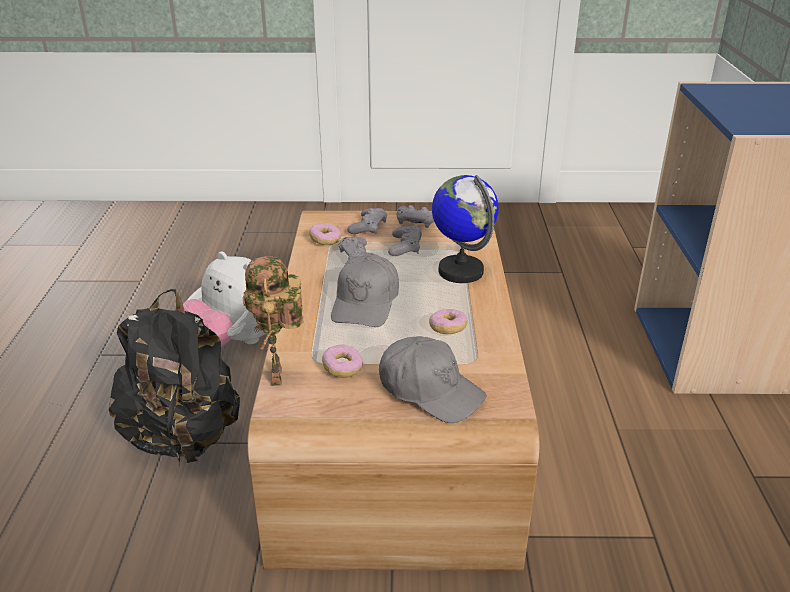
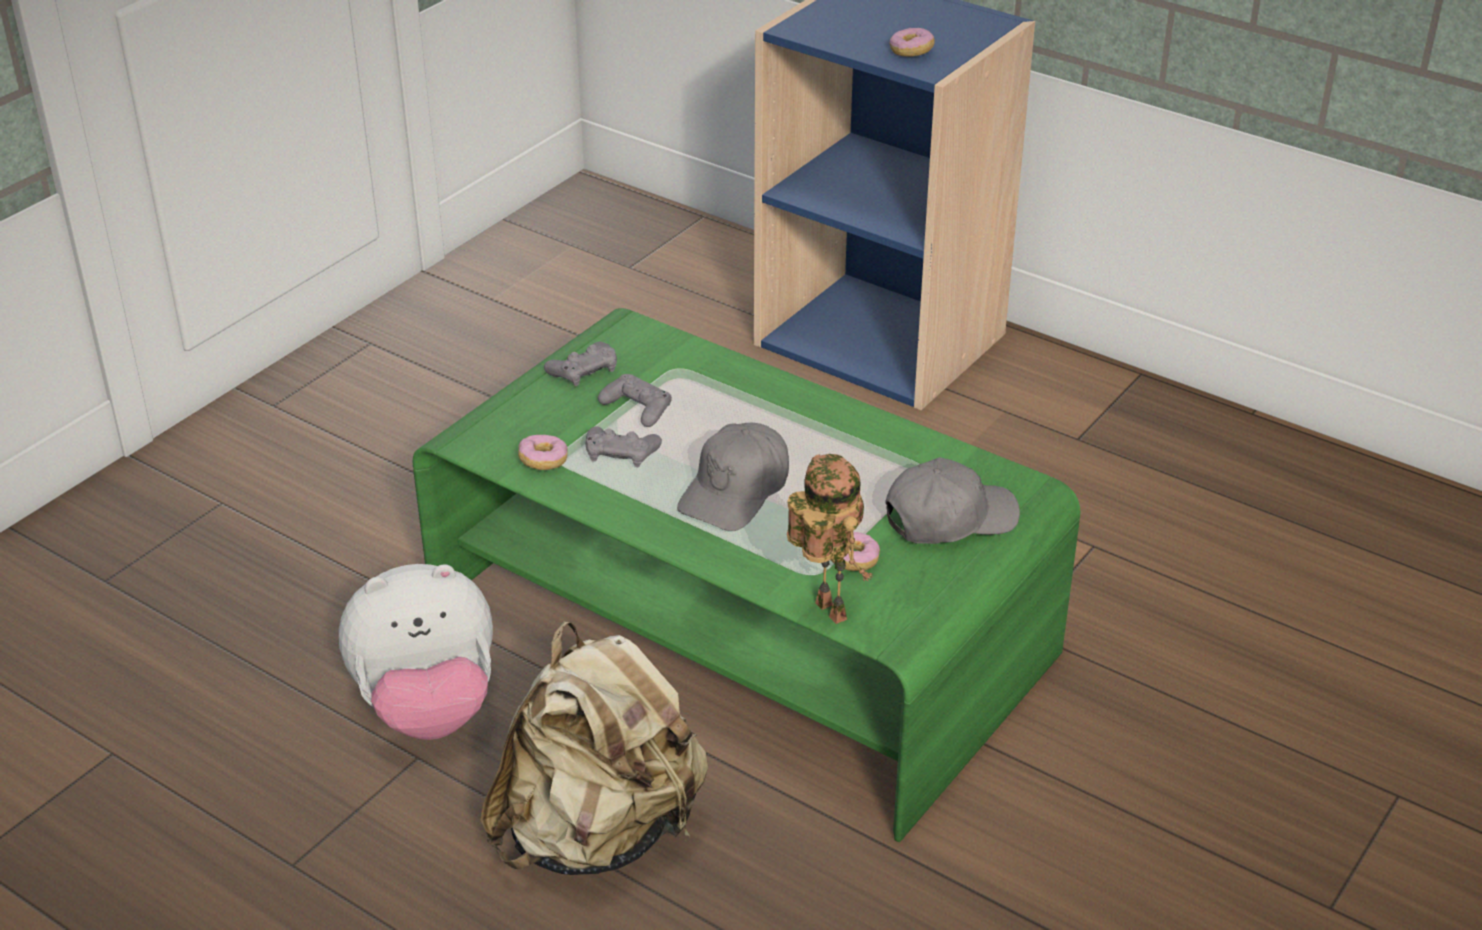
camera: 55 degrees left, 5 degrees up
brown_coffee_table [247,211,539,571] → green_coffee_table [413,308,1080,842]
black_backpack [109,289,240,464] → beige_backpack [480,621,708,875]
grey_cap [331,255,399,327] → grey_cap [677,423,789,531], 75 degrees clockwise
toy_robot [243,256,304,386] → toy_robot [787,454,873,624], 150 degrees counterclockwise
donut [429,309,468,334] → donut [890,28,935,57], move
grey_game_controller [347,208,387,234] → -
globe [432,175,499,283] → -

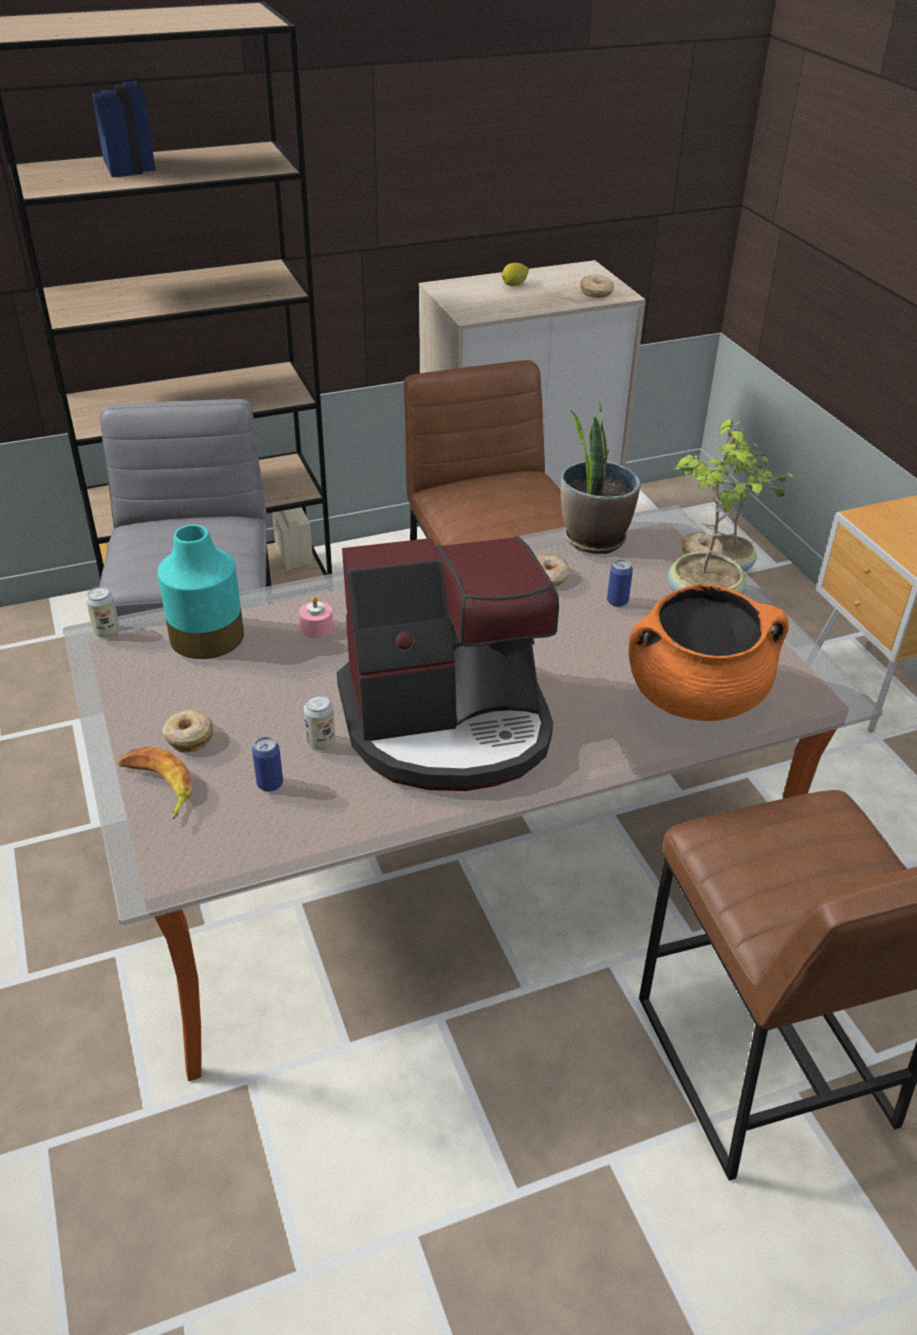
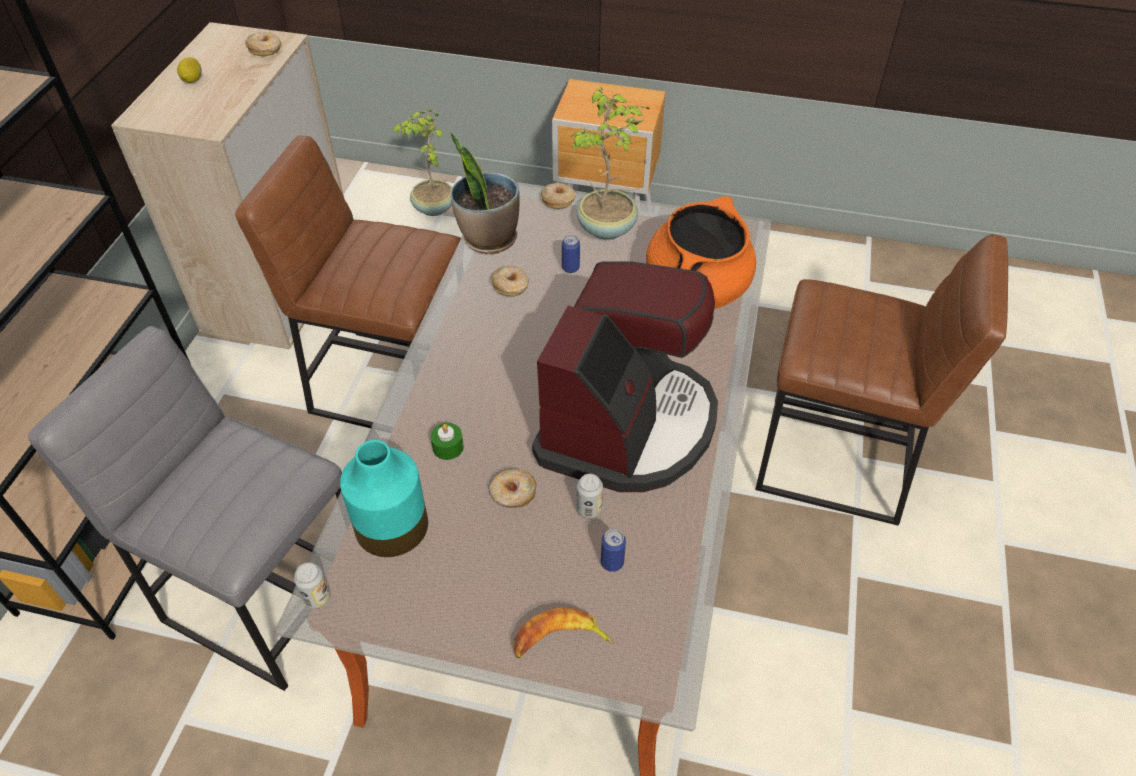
camera: 55 degrees left, 10 degrees up
pink_candle [299,596,333,638] → green_candle [431,423,464,460]
donut [162,710,213,753] → donut [490,469,537,508], move

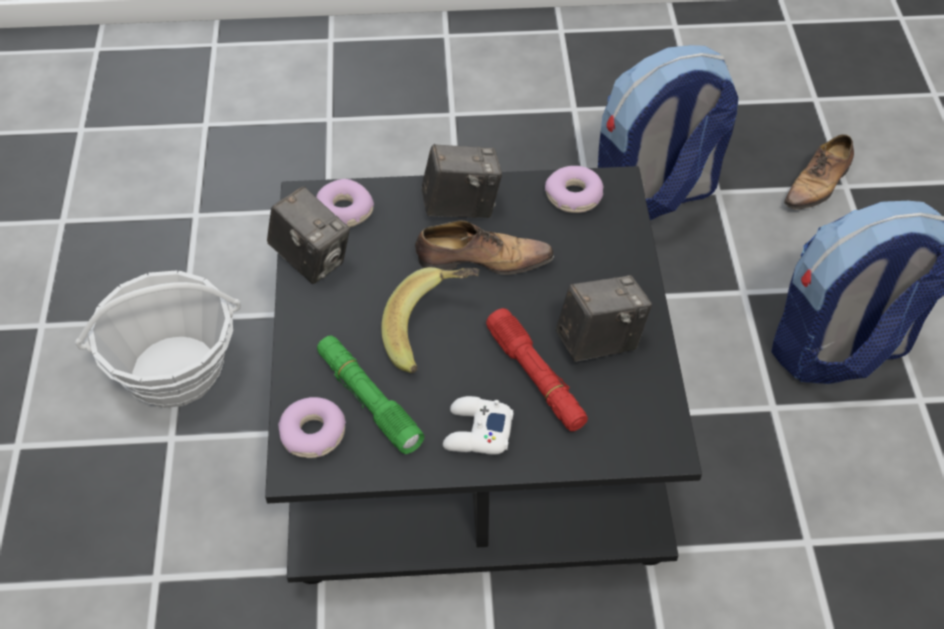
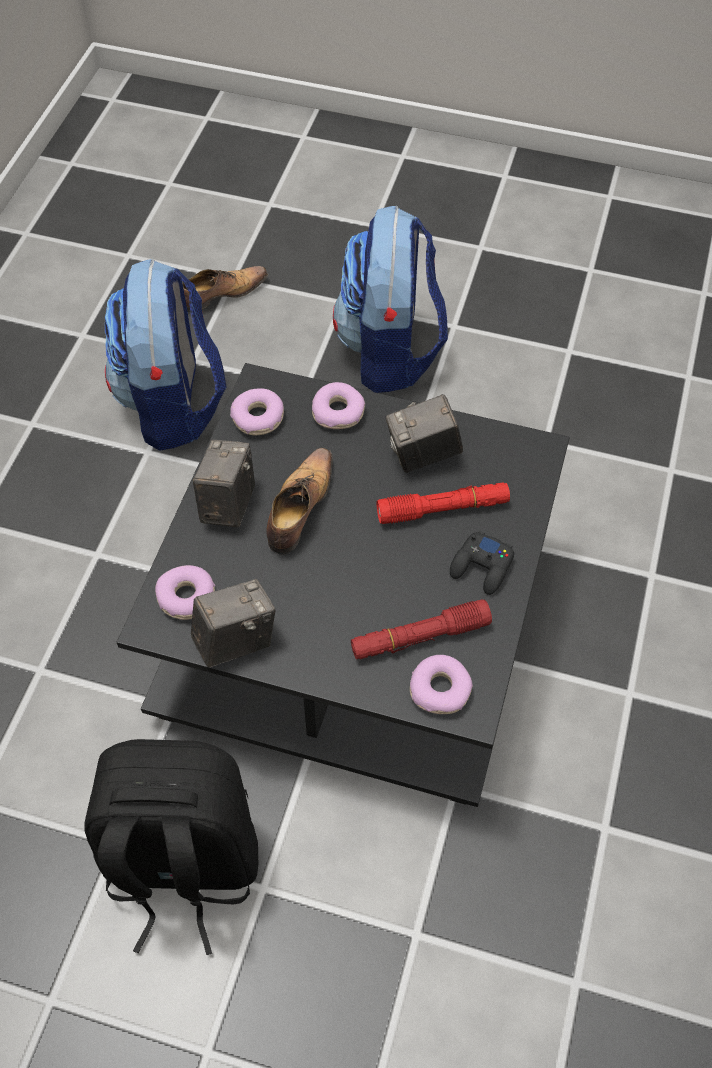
camera: 70 degrees left, 5 degrees up
basket [75,270,241,408] → black_backpack [85,739,258,955]
shoe [784,135,854,210] → shoe [183,266,268,312], 90 degrees counterclockwise
- → donut [312,382,365,429]
green_flashlight [317,335,424,454] → red_flashlight [351,599,492,659]
photo_camera [556,275,652,362] → photo_camera [386,394,463,473], 105 degrees counterclockwise
white_game_controller [443,396,513,454] → black_game_controller [450,531,514,595]
banana [381,267,479,373] → -

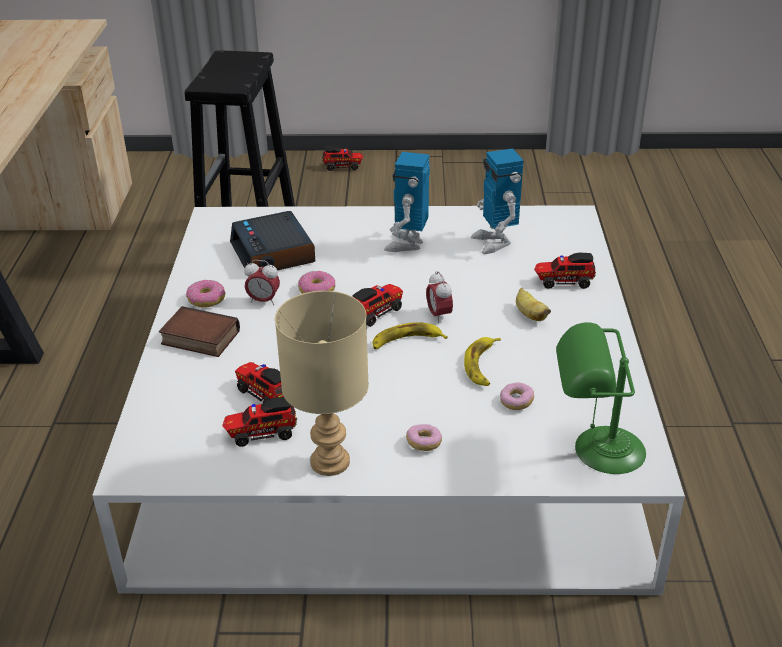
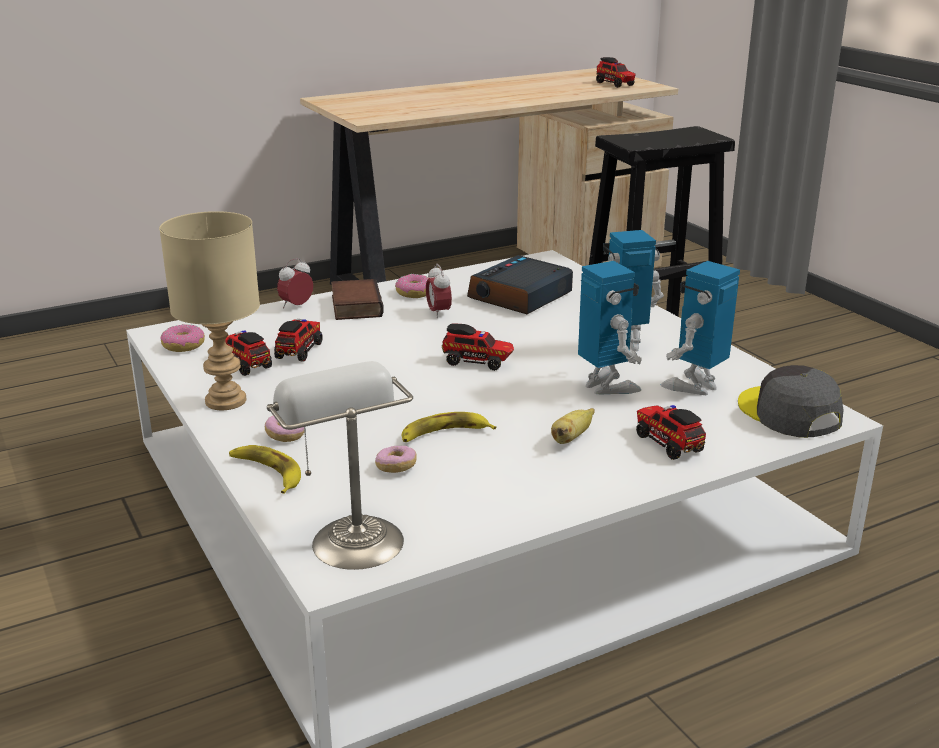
camera: 60 degrees right, 10 degrees down
donut [298,271,335,294] → donut [161,324,205,352], move
banana [373,322,448,349] → banana [229,445,301,494], move
green_table_lamp [556,322,646,474] → white_table_lamp [267,361,413,570]
alarm_clock [426,271,453,324] → alarm_clock [277,258,313,308], move
- → toy_robot [578,261,642,394]
toy_truck [322,146,364,171] → toy_truck [596,57,636,88], move
- → grey_cap [738,365,843,438]

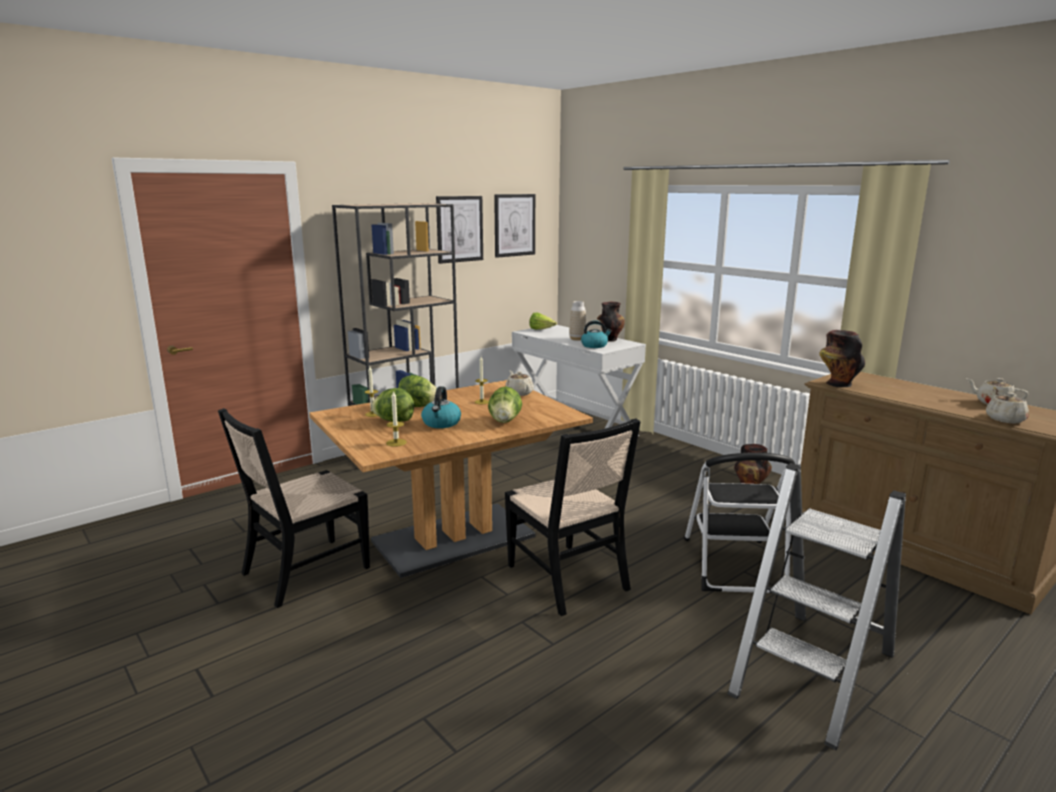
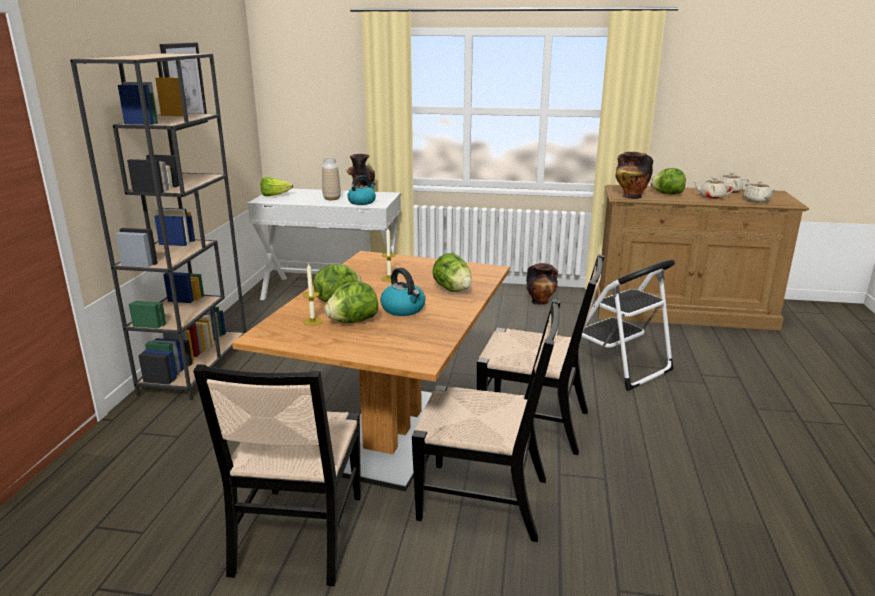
camera: 40 degrees left, 5 degrees up
- → chair [412,299,561,542]
- → lettuce [650,168,686,194]
beige_teapot [505,371,534,396] → beige_teapot [692,178,734,199], move
candle [386,390,407,447] → -
picture [494,194,535,258] → -
grey_step_ladder [727,463,906,750] → -

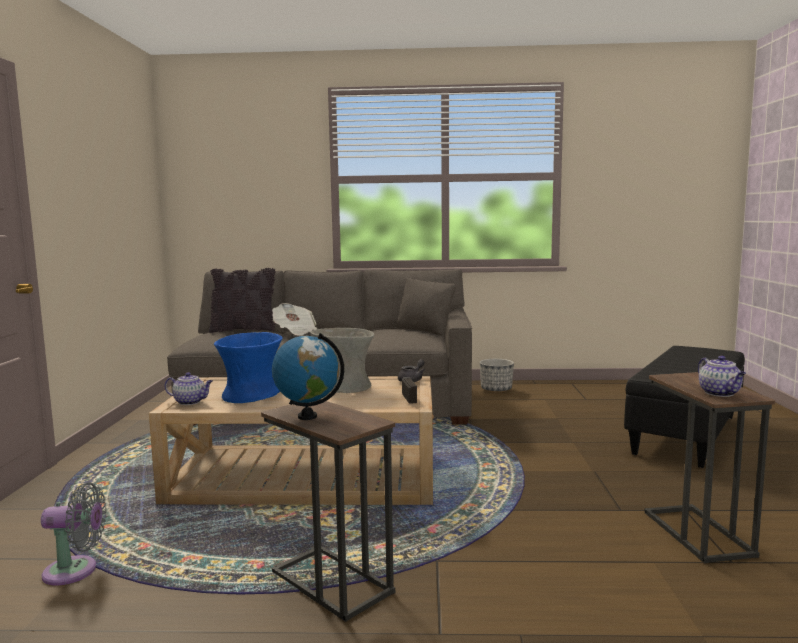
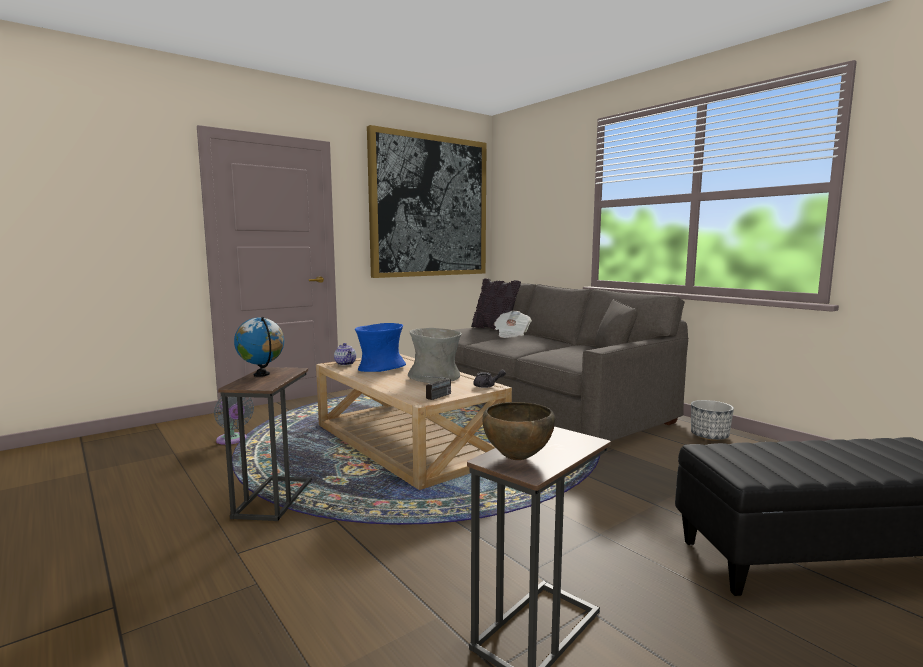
camera: 50 degrees right, 0 degrees up
- → picture [367,125,487,278]
teapot [698,356,746,397] → brown_bowl [483,402,555,460]

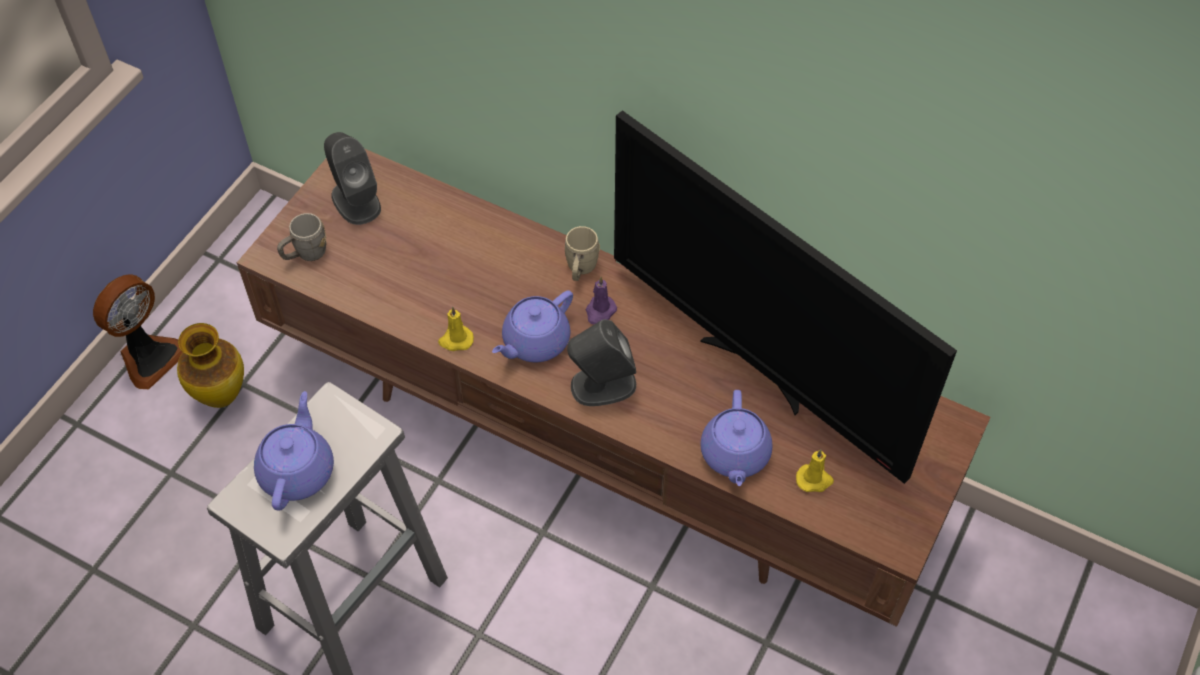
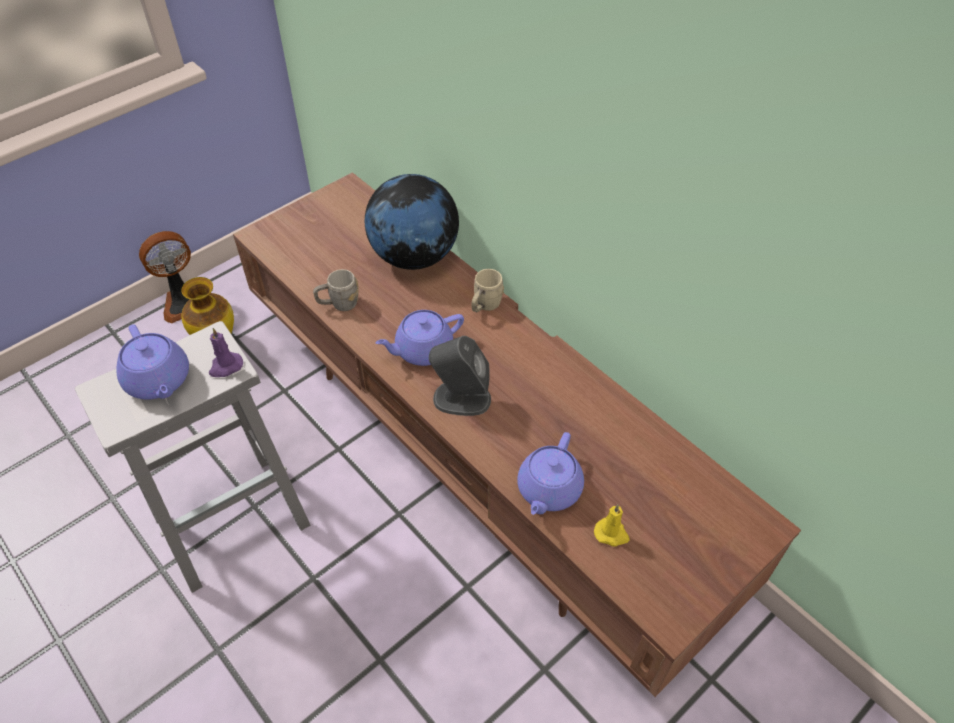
camera: 20 degrees right, 5 degrees down
purple_teapot [254,391,334,511] → purple_teapot [116,324,189,399], 120 degrees clockwise
purple_candle [586,277,617,324] → purple_candle [209,328,243,377], move
grey_mug [277,213,327,261] → grey_mug [313,269,359,311], move
- → globe [365,174,459,270]
grey_speaker [324,132,381,225] → -
yellow_candle [438,307,474,351] → -
television [614,110,957,484] → -

